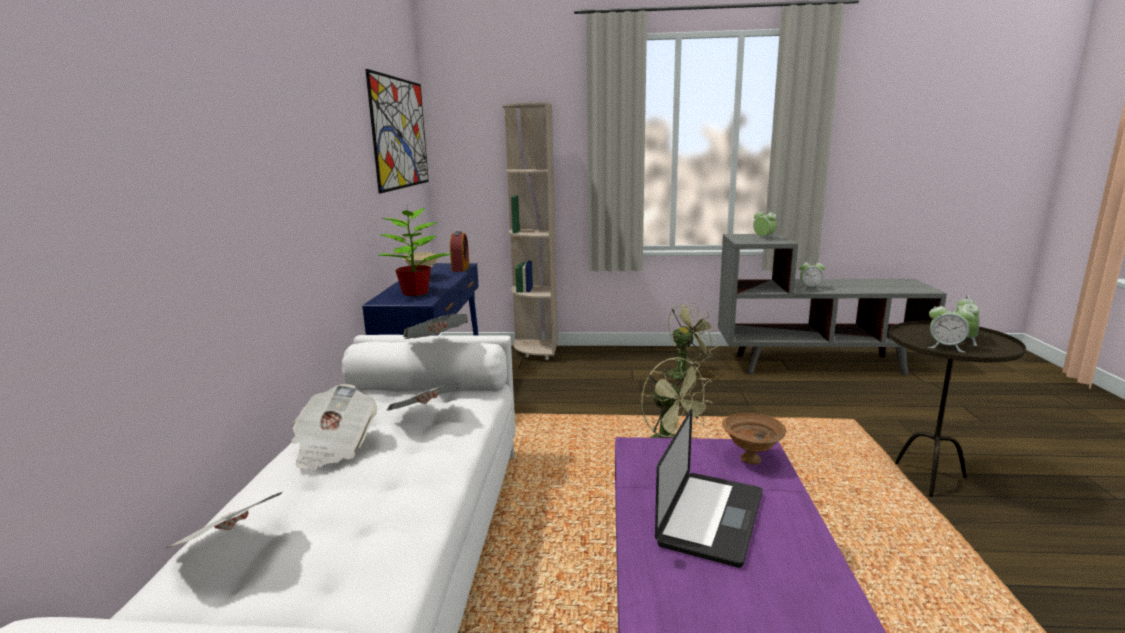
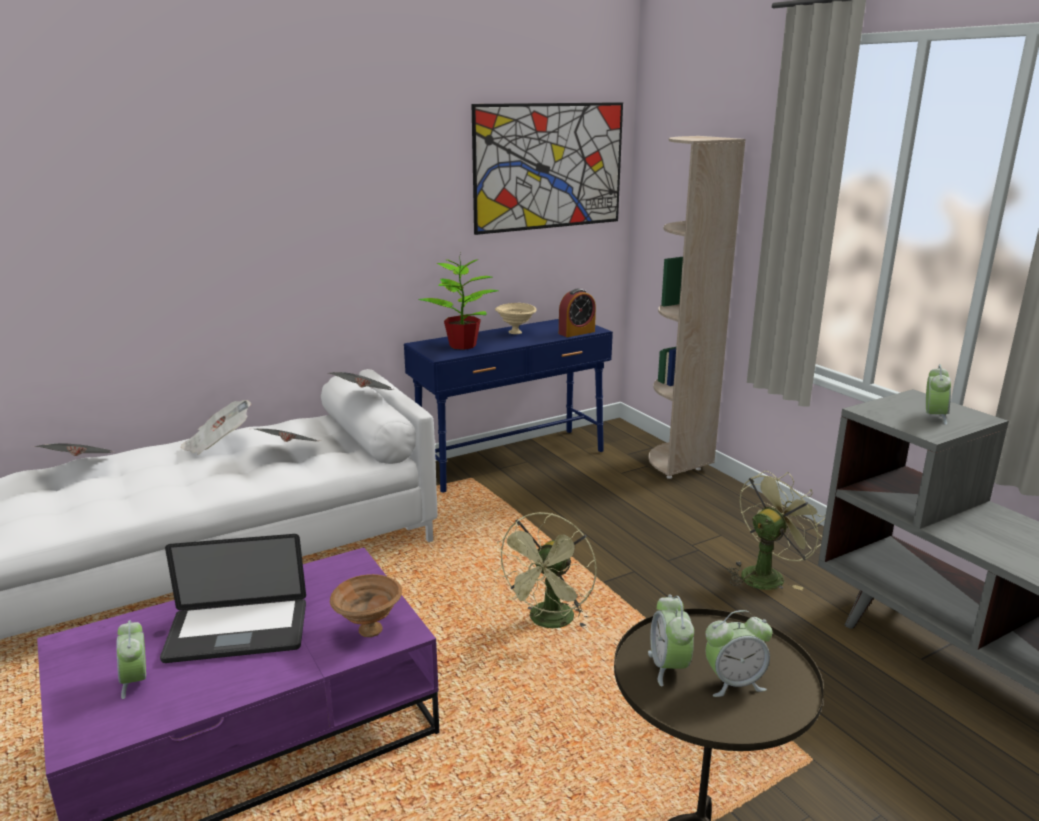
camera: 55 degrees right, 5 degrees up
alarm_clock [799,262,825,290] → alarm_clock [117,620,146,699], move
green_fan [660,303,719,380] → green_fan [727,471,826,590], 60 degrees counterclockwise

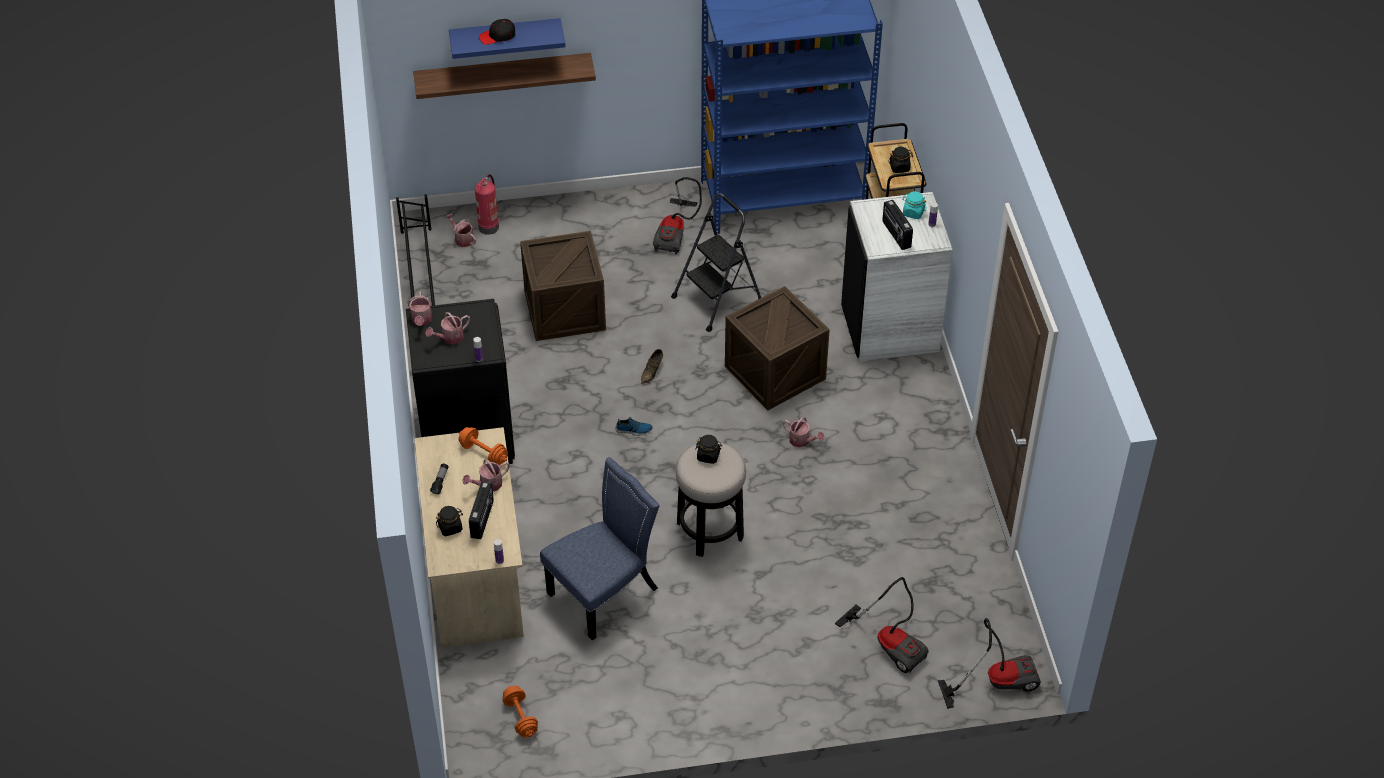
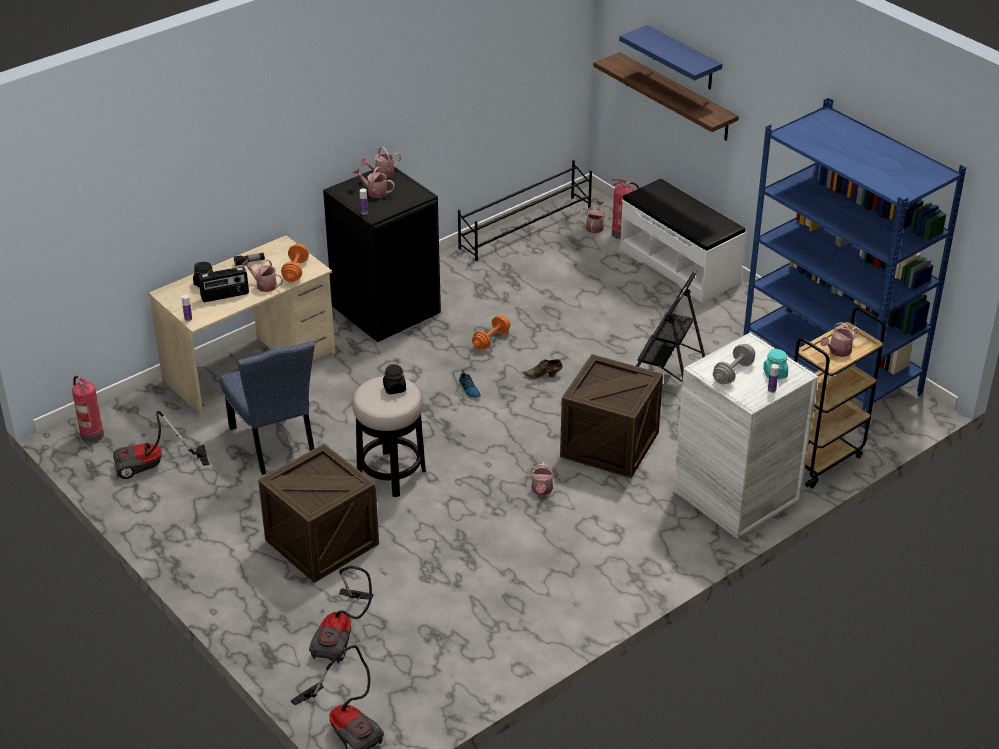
camera: 60 degrees right, 10 degrees down
- → fire_extinguisher [72,376,104,443]
vacuum_cleaner [653,177,702,254] → vacuum_cleaner [113,411,209,479], move
blue_chair [540,457,660,640] → blue_chair [220,341,315,475], 45 degrees clockwise
crate [520,231,606,341] → crate [258,443,379,583], move
orange_dumbbell [503,686,538,738] → orange_dumbbell [472,316,510,350], move
- → white_bench [620,179,746,303]
radio [882,200,913,250] → grey_dumbbell [713,344,755,385]
black_jar [888,147,913,173] → watering_can [820,322,858,357]
black_cap [479,19,515,45] → -

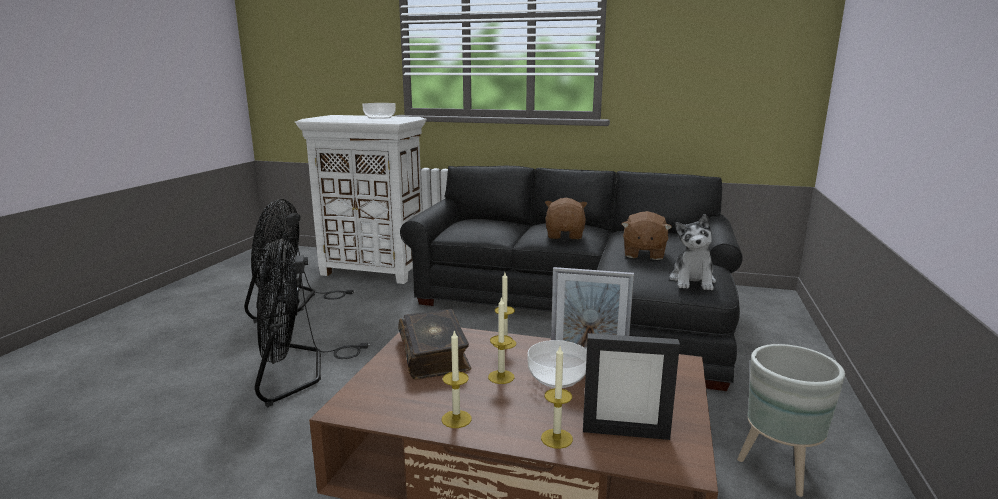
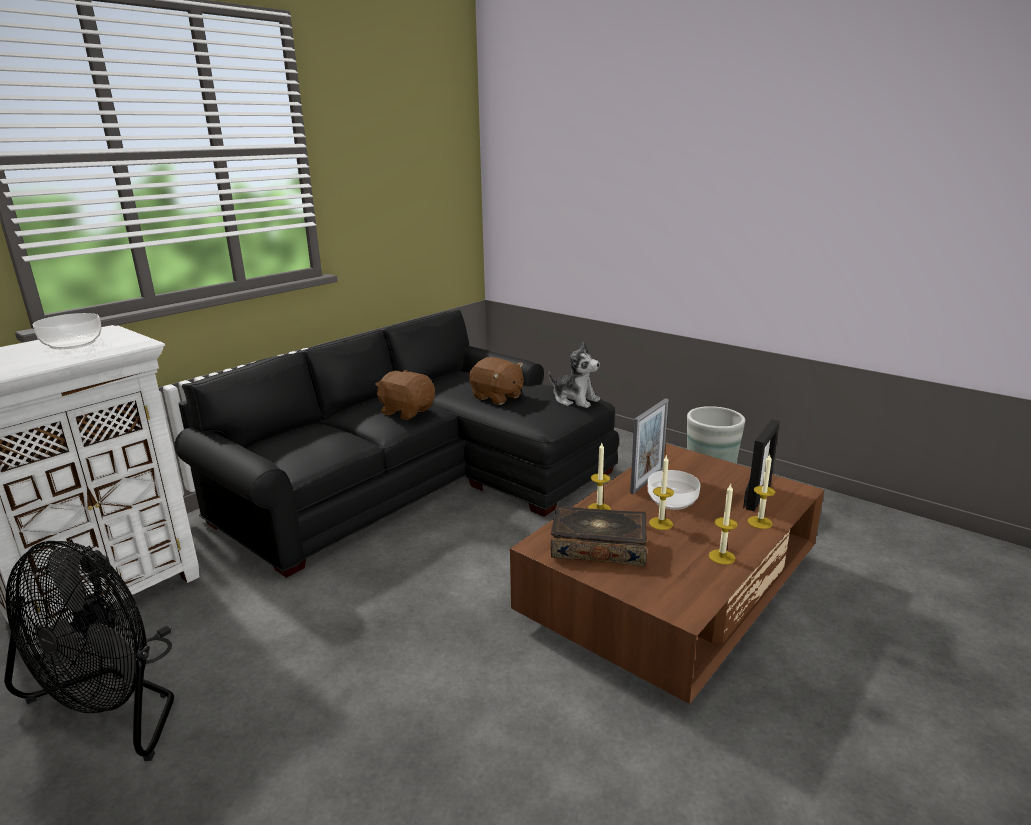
camera: 65 degrees left, 5 degrees up
black_fan [255,238,370,407] → -

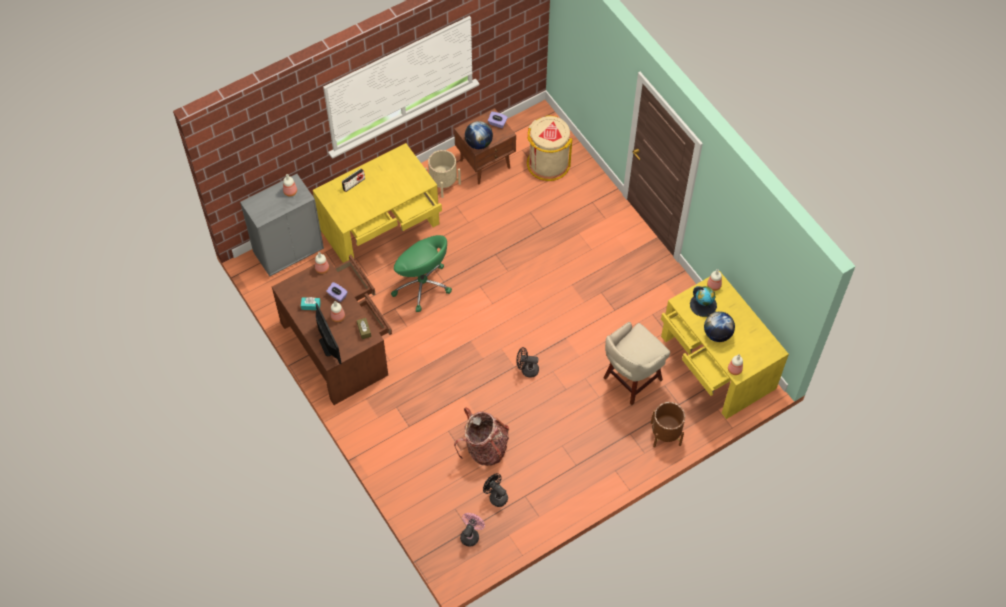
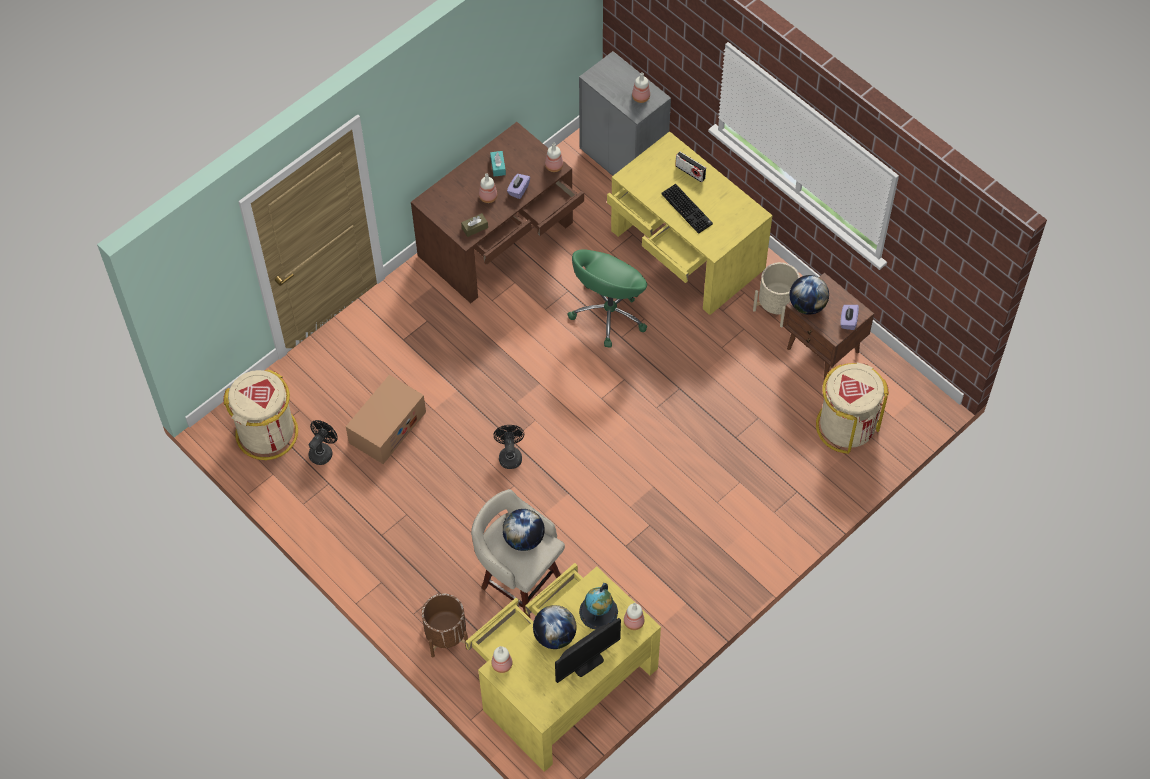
camera: 80 degrees right, 0 degrees up
pink_fan [460,513,485,547] → beige_trash_can [223,369,298,460]
backpack [454,407,509,466] → cardboard_box [346,375,426,464]
- → globe [502,509,545,551]
monitor [316,303,342,364] → monitor [555,618,621,683], move
- → keyboard [661,184,713,234]

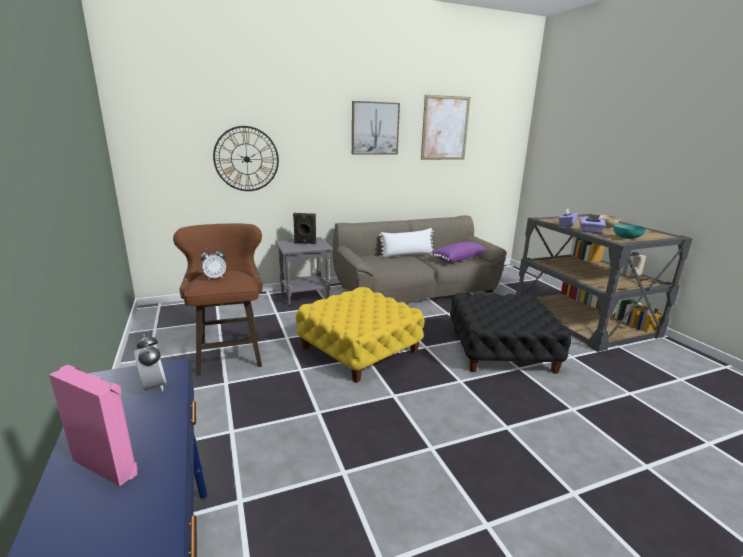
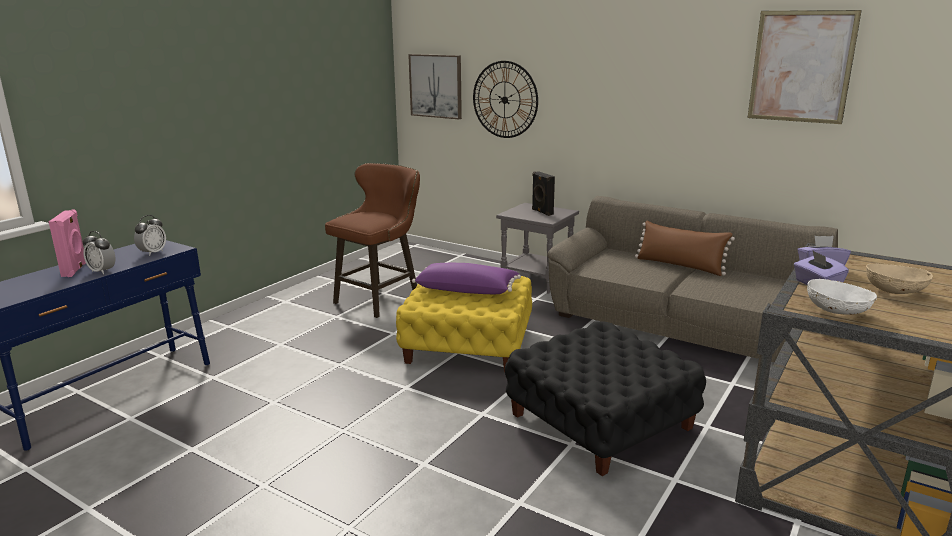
camera: 55 degrees right, 0 degrees up
alarm_clock [200,247,226,280] → alarm_clock [83,231,115,274], move
picture [352,101,400,154] → picture [408,54,462,119], move
purple_pillow [430,242,486,262] → purple_pillow [412,263,521,294], move
white_pillow [379,228,434,258] → brown_pillow [635,220,735,276]
turquoise_bowl [613,225,647,239] → white_bowl [807,279,877,315]

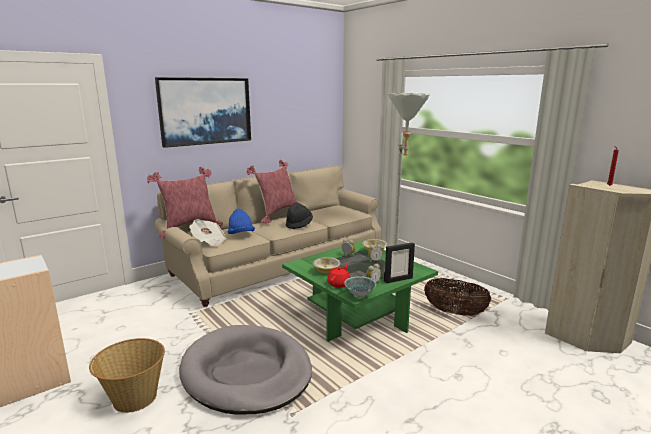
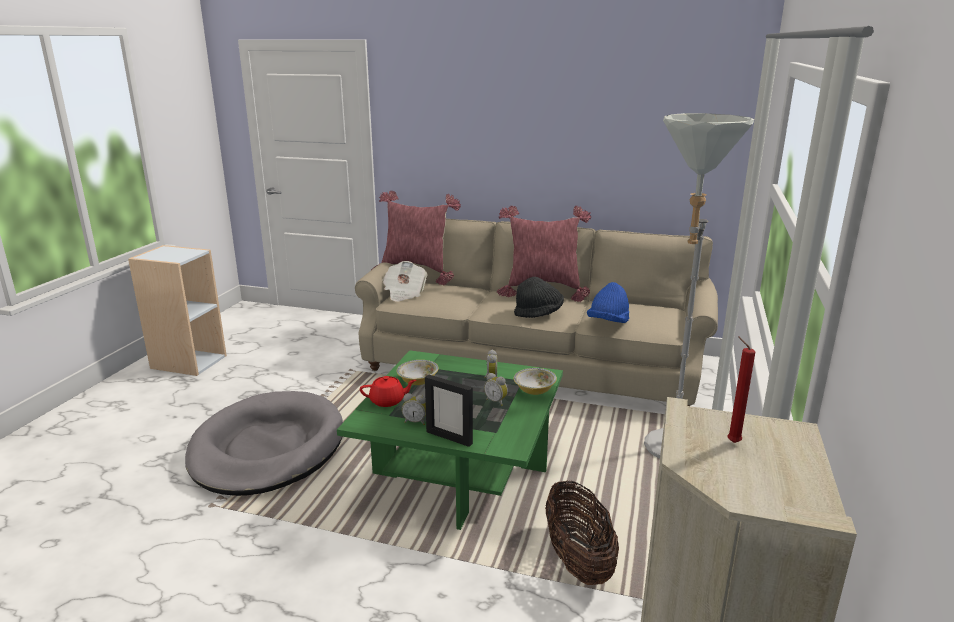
camera: 55 degrees right, 5 degrees up
blue_hat [228,209,255,234] → blue_hat [587,282,629,323], move
basket [89,338,165,413] → -
picture [155,77,251,148] → -
bowl [344,276,376,298] → -

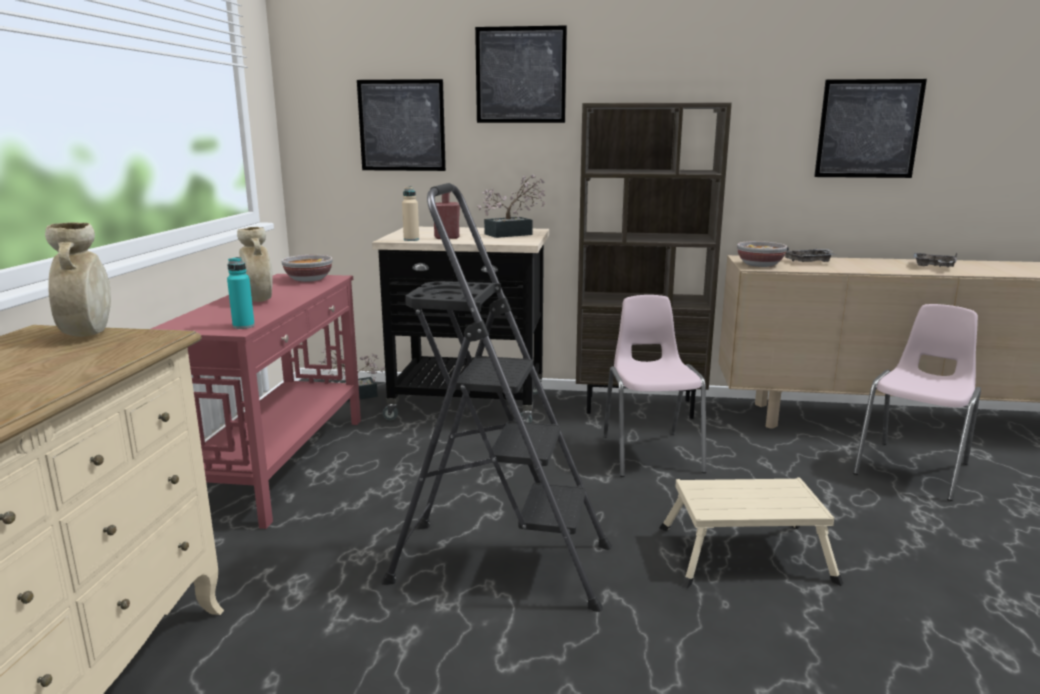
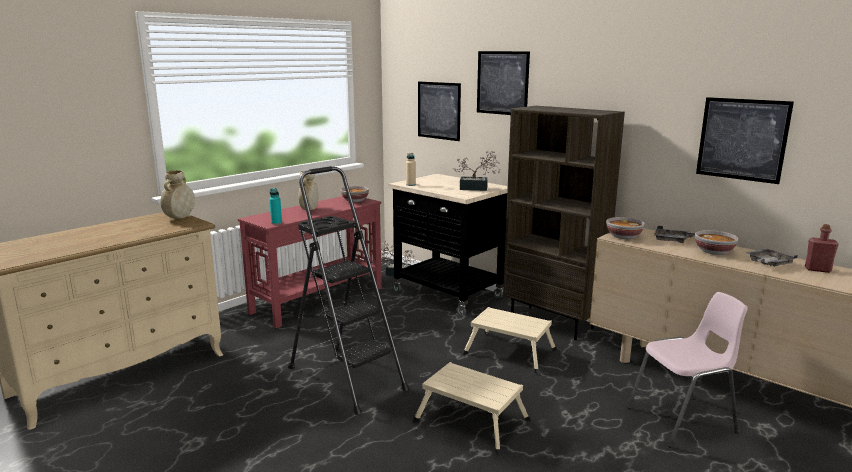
camera: 35 degrees right, 0 degrees up
pink_chair [603,295,706,477] → beige_step_ladder [462,307,557,374]
- → bowl [695,230,738,255]
red_bottle [434,192,460,239] → red_bottle [805,224,839,273], move

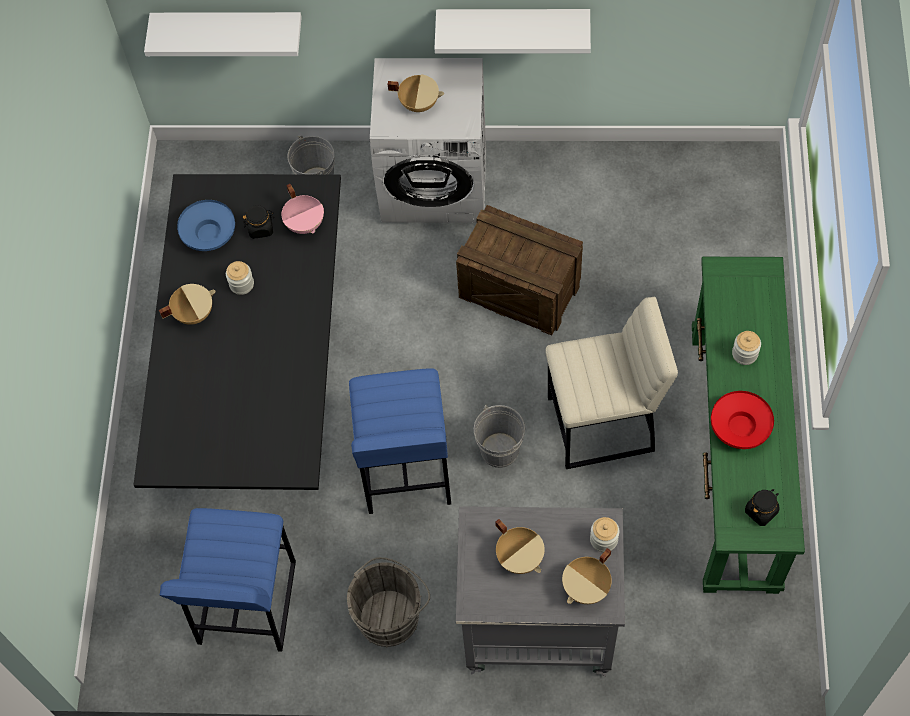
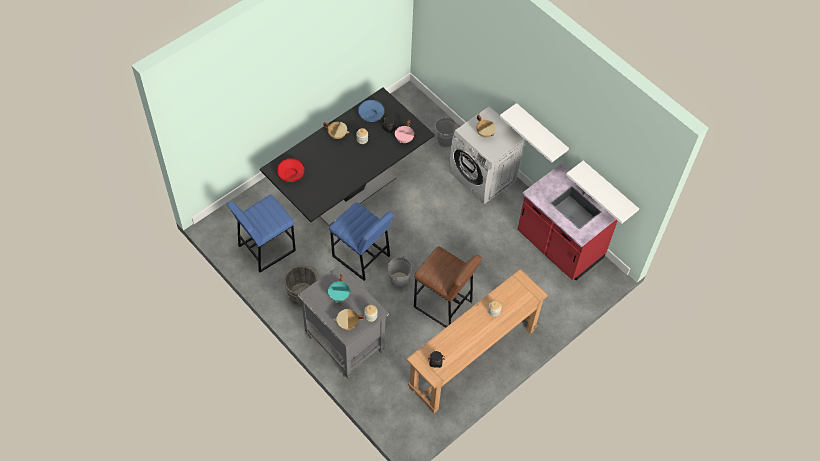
camera: 40 degrees right, 5 degrees down
red_bowl [711,391,774,449] → red_bowl [277,158,305,182], move
beige_cooking_pot [495,519,545,574] → turquoise_cooking_pot [328,274,350,303]
blue_chair [349,368,451,514] → blue_chair [329,202,394,281], 90 degrees counterclockwise
green_console_table [692,257,805,594] → brown_console_table [406,269,548,414]
beige_chair [545,297,678,469] → brown_stool [414,247,482,328]
- → red_counter [517,164,618,280]
white_shelf [144,12,302,56] → white_shelf [566,161,639,224], move
crate [456,205,583,335] → -

